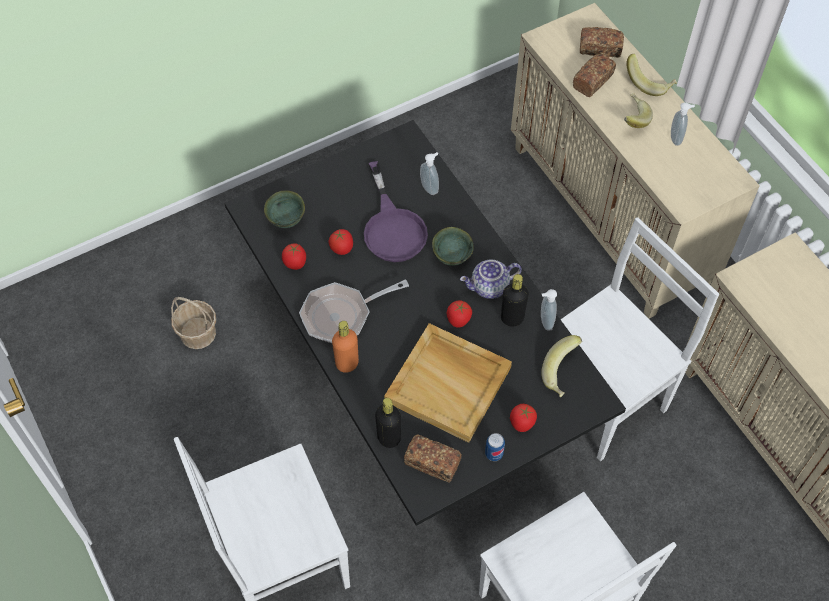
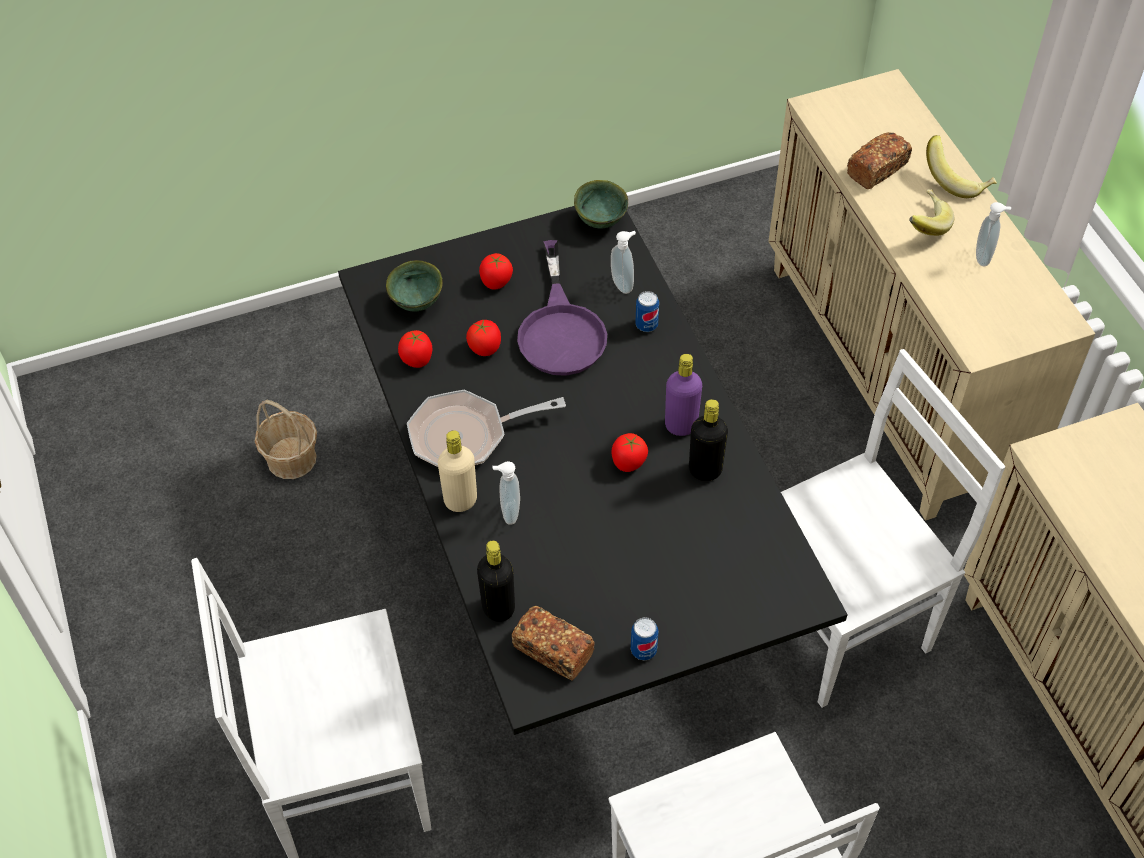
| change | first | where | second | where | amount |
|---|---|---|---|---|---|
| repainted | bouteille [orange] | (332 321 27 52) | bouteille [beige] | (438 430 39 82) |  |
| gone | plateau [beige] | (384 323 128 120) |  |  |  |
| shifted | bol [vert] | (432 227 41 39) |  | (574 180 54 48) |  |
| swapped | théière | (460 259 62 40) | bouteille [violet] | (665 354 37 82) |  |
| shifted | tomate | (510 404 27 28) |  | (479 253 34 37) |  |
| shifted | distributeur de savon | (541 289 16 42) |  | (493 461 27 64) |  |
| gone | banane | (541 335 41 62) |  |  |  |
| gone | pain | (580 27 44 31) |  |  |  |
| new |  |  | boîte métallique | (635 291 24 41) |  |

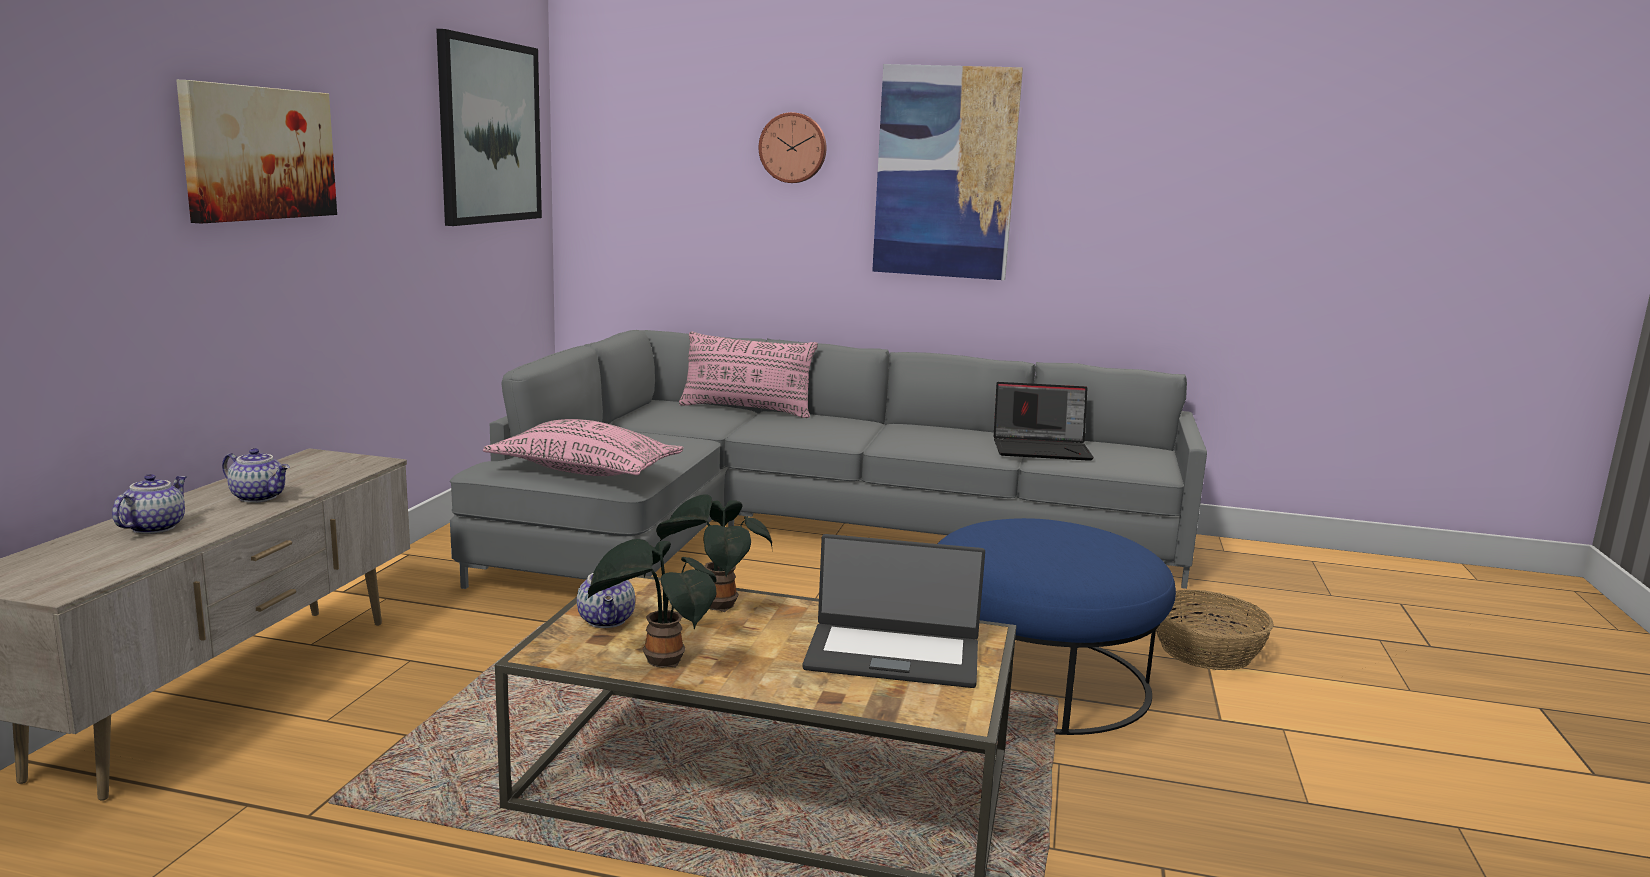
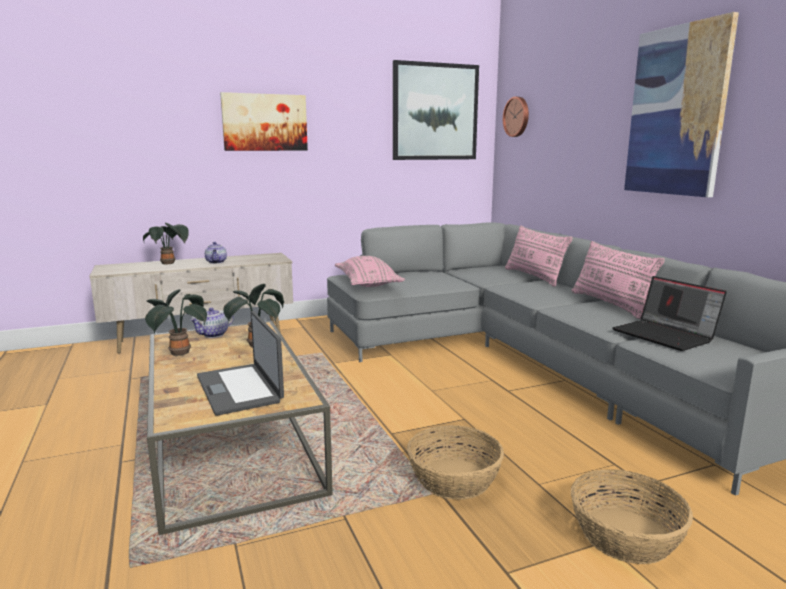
| change | first | where | second | where | amount |
|---|---|---|---|---|---|
| swapped | théière | (112 474 75 60) | plante en pot | (143 223 46 41) |  |
| shifted | horloge murale | (759 112 67 71) |  | (503 97 26 40) |  |
| swapped | pouf [bleu] | (937 518 239 217) | panier | (407 425 97 75) |  |
| new |  |  | coussin [rose] | (572 241 93 78) |  |

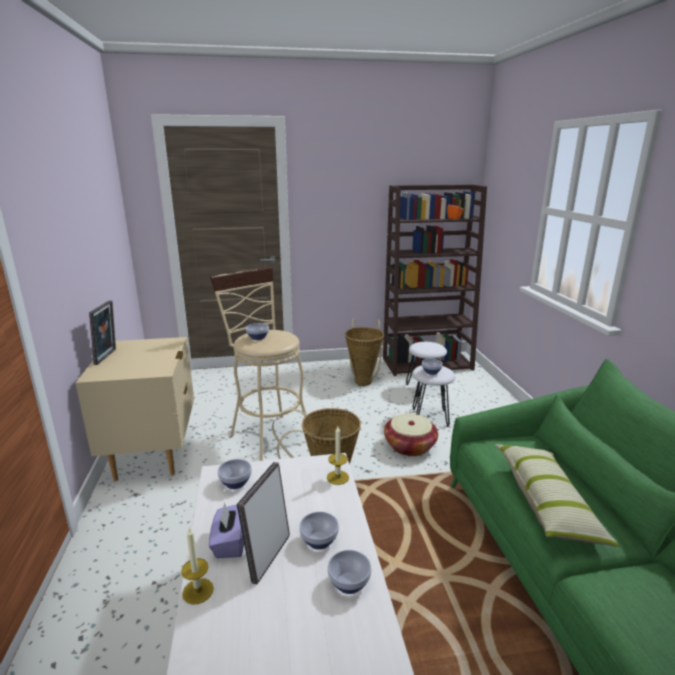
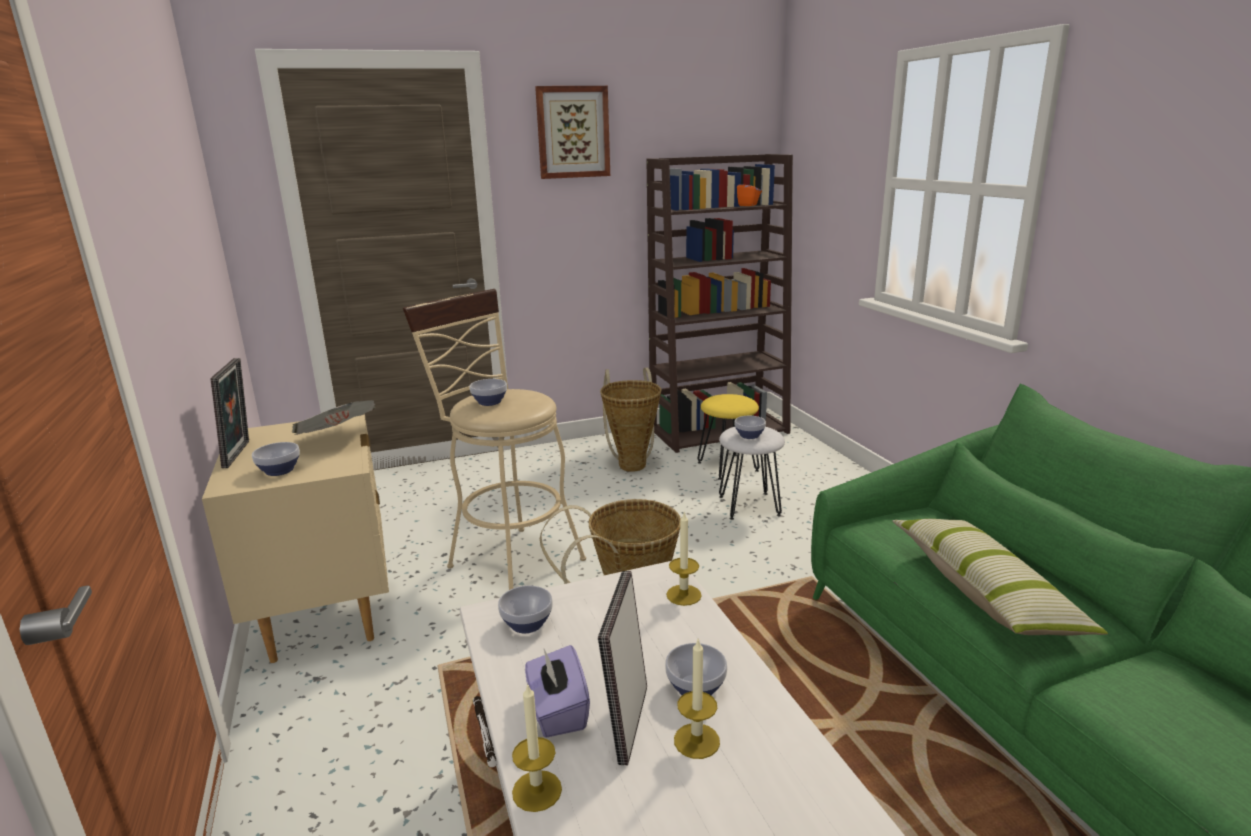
| change | first | where | second | where | amount |
|---|---|---|---|---|---|
| shifted | bol | (328 550 43 44) |  | (252 442 48 34) |  |
| gone | panier | (384 414 54 42) |  |  |  |
| repainted | tabouret [blanc] | (406 342 41 55) | tabouret [jaune] | (697 394 63 86) |  |
| new |  |  | journal | (292 400 83 35) |  |
| new |  |  | tableau | (535 86 75 93) |  |
| new |  |  | bougie | (674 640 46 119) |  |

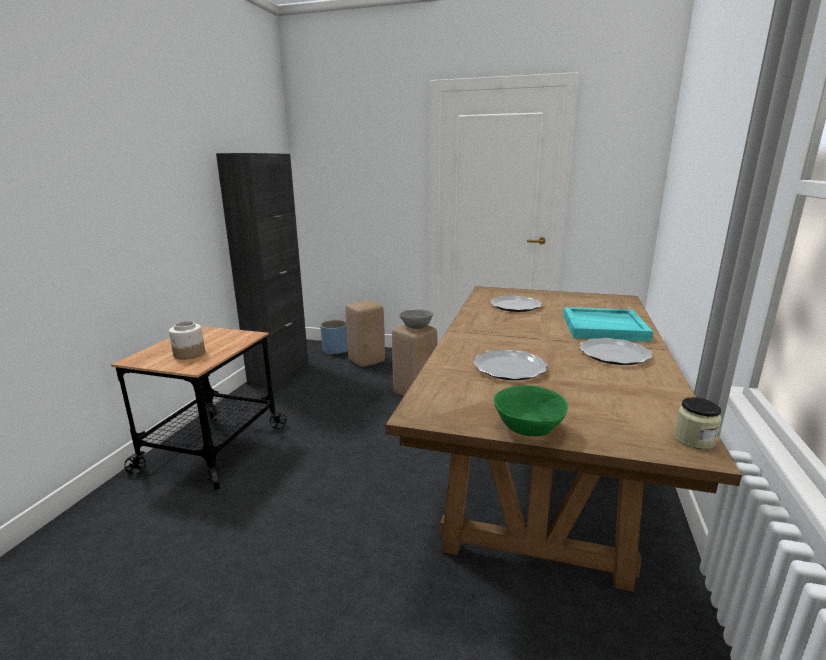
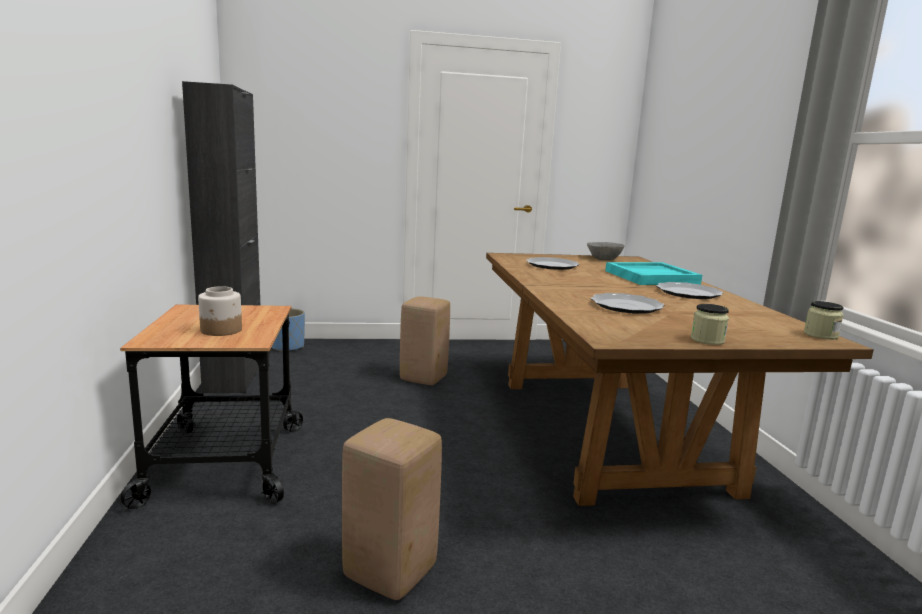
| change | first | where | second | where | amount |
|---|---|---|---|---|---|
| shifted | tabouret [beige] | (346 300 39 67) |  | (342 418 100 182) |  |
| shifted | bol [gris] | (399 309 34 20) |  | (587 242 38 19) |  |
| swapped | bol [vert] | (494 385 74 51) | bocal | (691 304 38 41) |  |

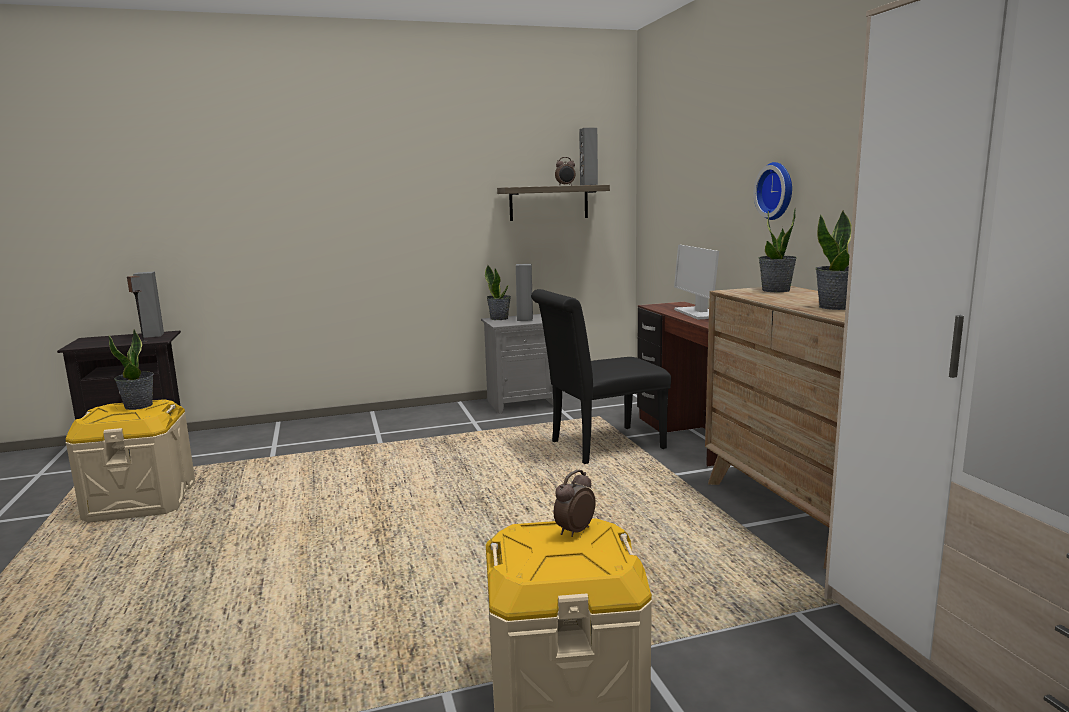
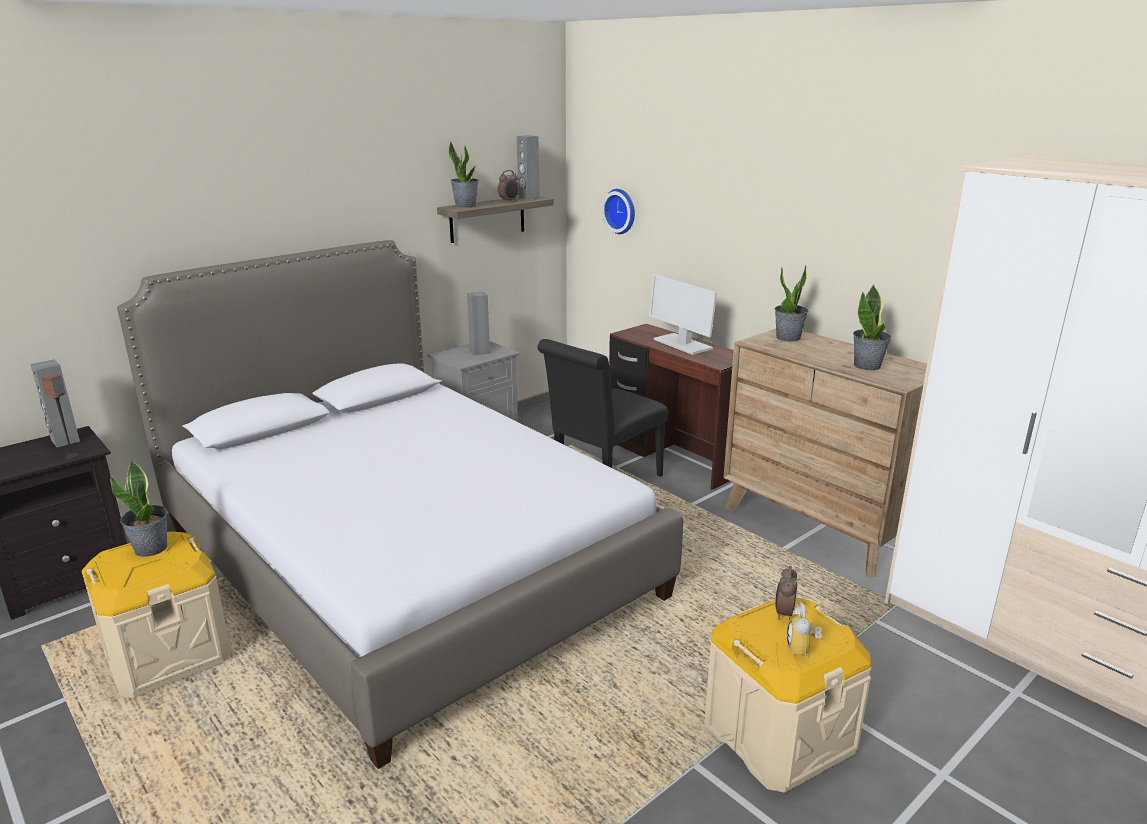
| change | first | where | second | where | amount |
|---|---|---|---|---|---|
| shifted | plante en pot | (485 265 26 55) |  | (448 141 31 67) |  |
| shifted | horloge murale | (754 162 38 58) |  | (602 189 33 45) |  |
| new |  |  | lit | (117 240 566 529) |  |
| new |  |  | réveil | (787 602 35 56) |  |

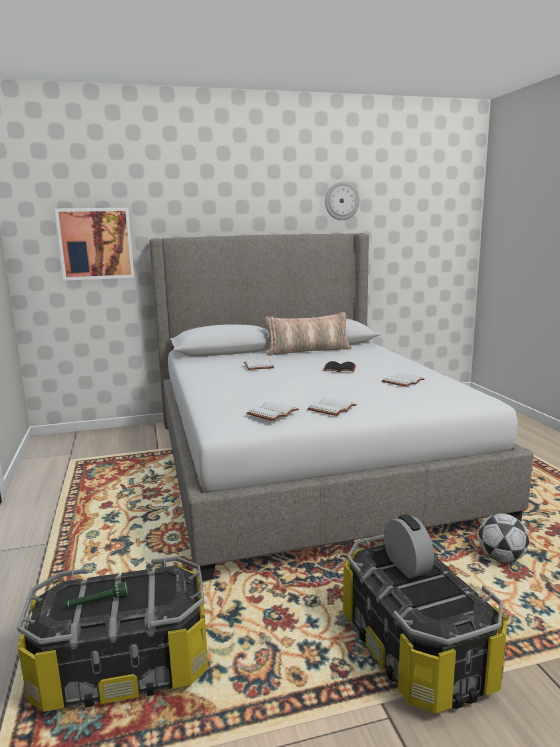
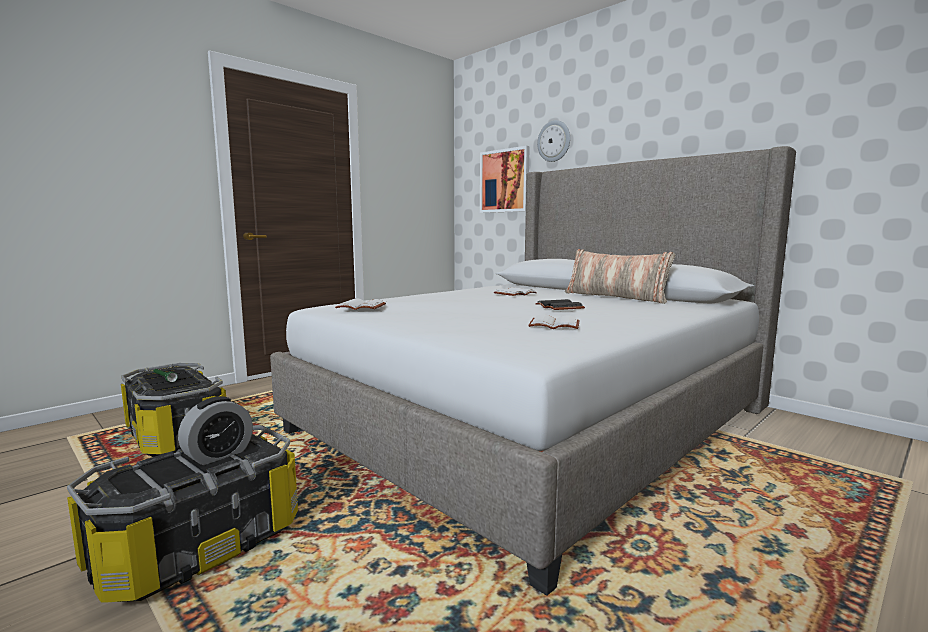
| change | first | where | second | where | amount |
|---|---|---|---|---|---|
| gone | livre [blanc] | (307 397 50 19) |  |  |  |
| shifted | horloge murale | (325 182 35 38) |  | (537 120 33 42) |  |
| gone | ballon de foot | (478 513 51 49) |  |  |  |

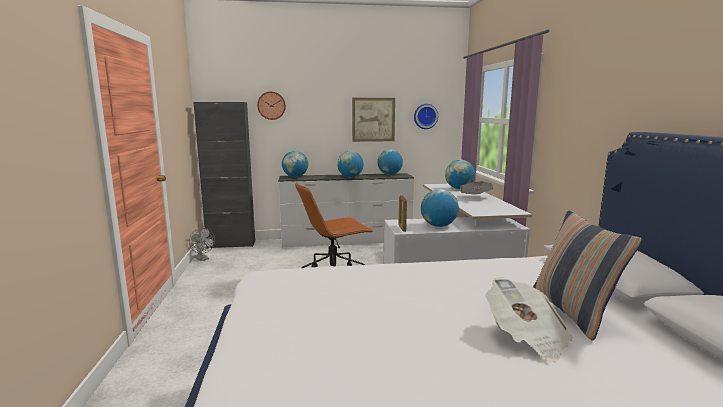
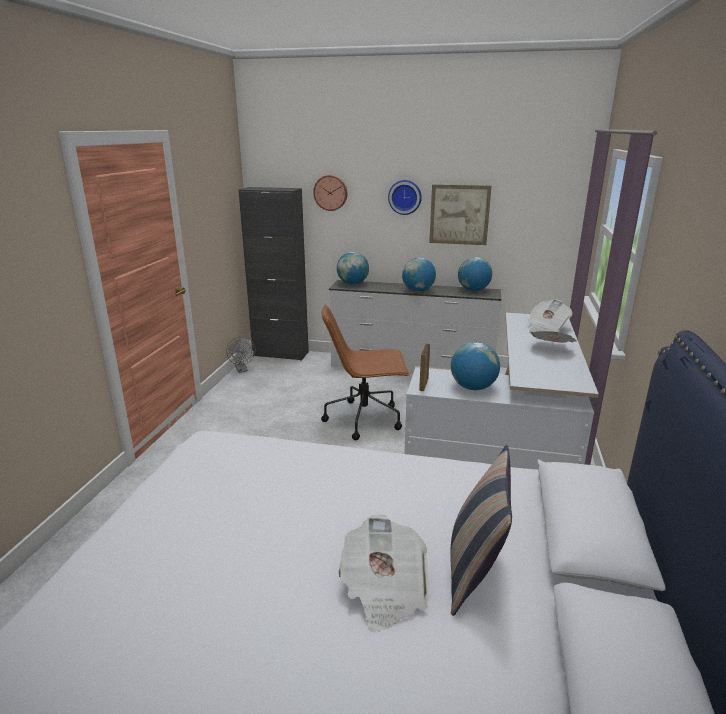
| change | first | where | second | where | amount |
|---|---|---|---|---|---|
| shifted | horloge murale | (414 104 24 25) |  | (388 180 34 35) |  |
| swapped | globe | (445 160 30 29) | journal | (529 299 43 33) |  |

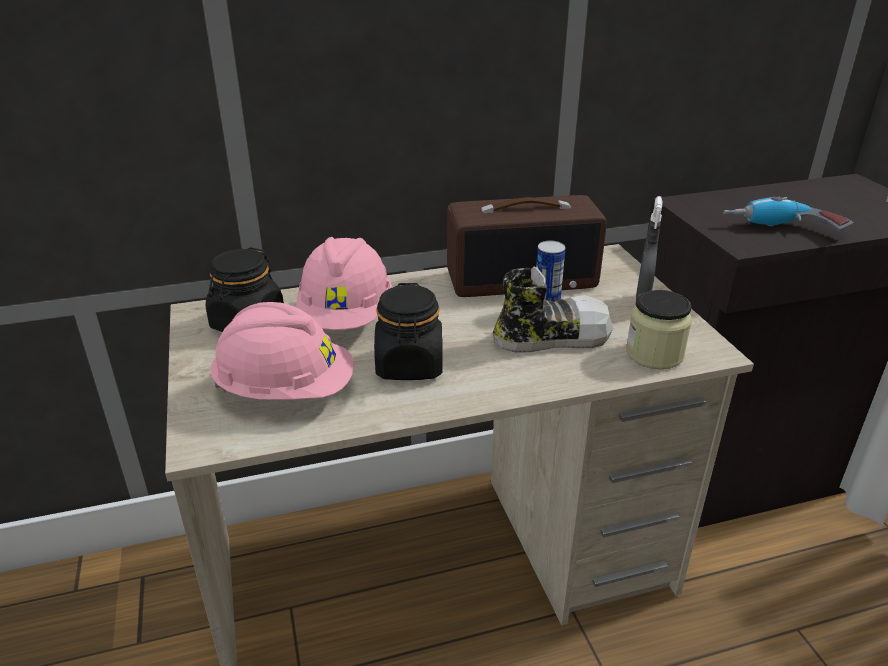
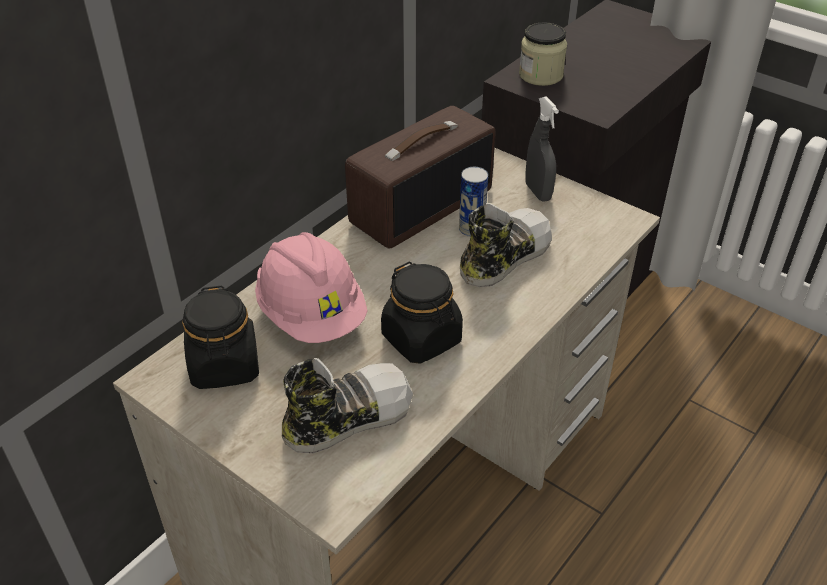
| change | first | where | second | where | amount |
|---|---|---|---|---|---|
| swapped | casque de chantier [rose] | (210 302 144 98) | chaussure | (282 358 131 95) |  |
| shifted | bocal | (626 290 66 79) |  | (519 22 48 64) |  |
| gone | perceuse | (723 196 131 36) |  |  |  |

